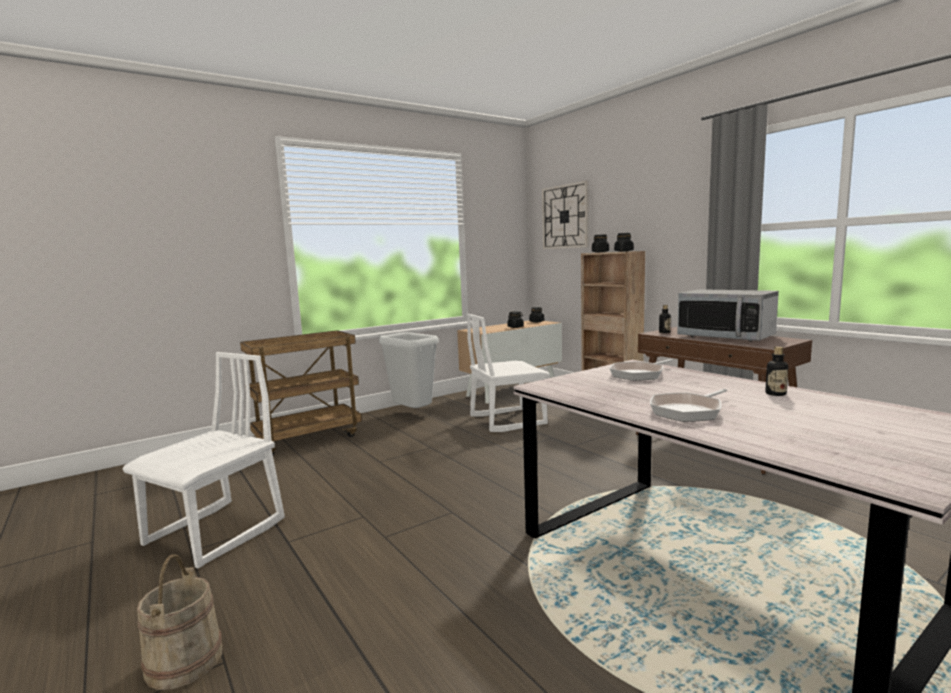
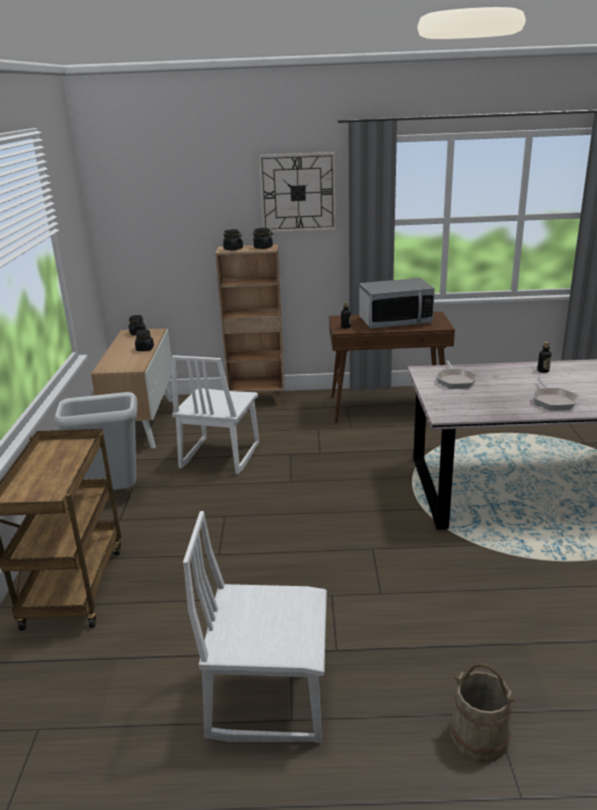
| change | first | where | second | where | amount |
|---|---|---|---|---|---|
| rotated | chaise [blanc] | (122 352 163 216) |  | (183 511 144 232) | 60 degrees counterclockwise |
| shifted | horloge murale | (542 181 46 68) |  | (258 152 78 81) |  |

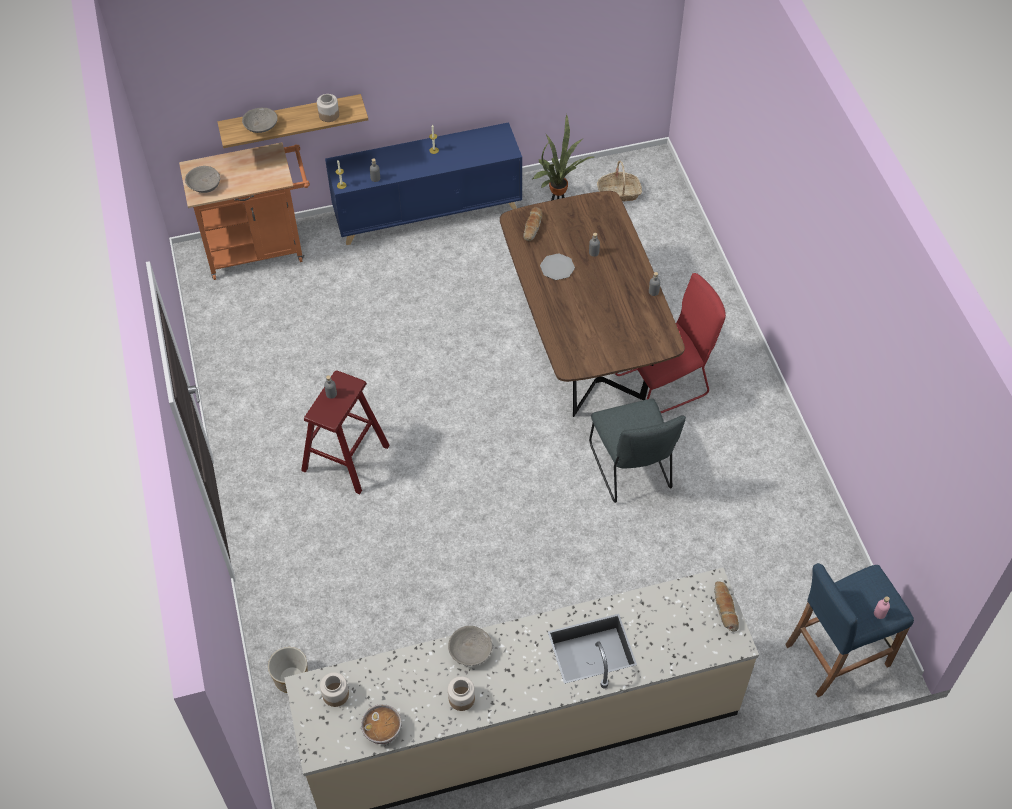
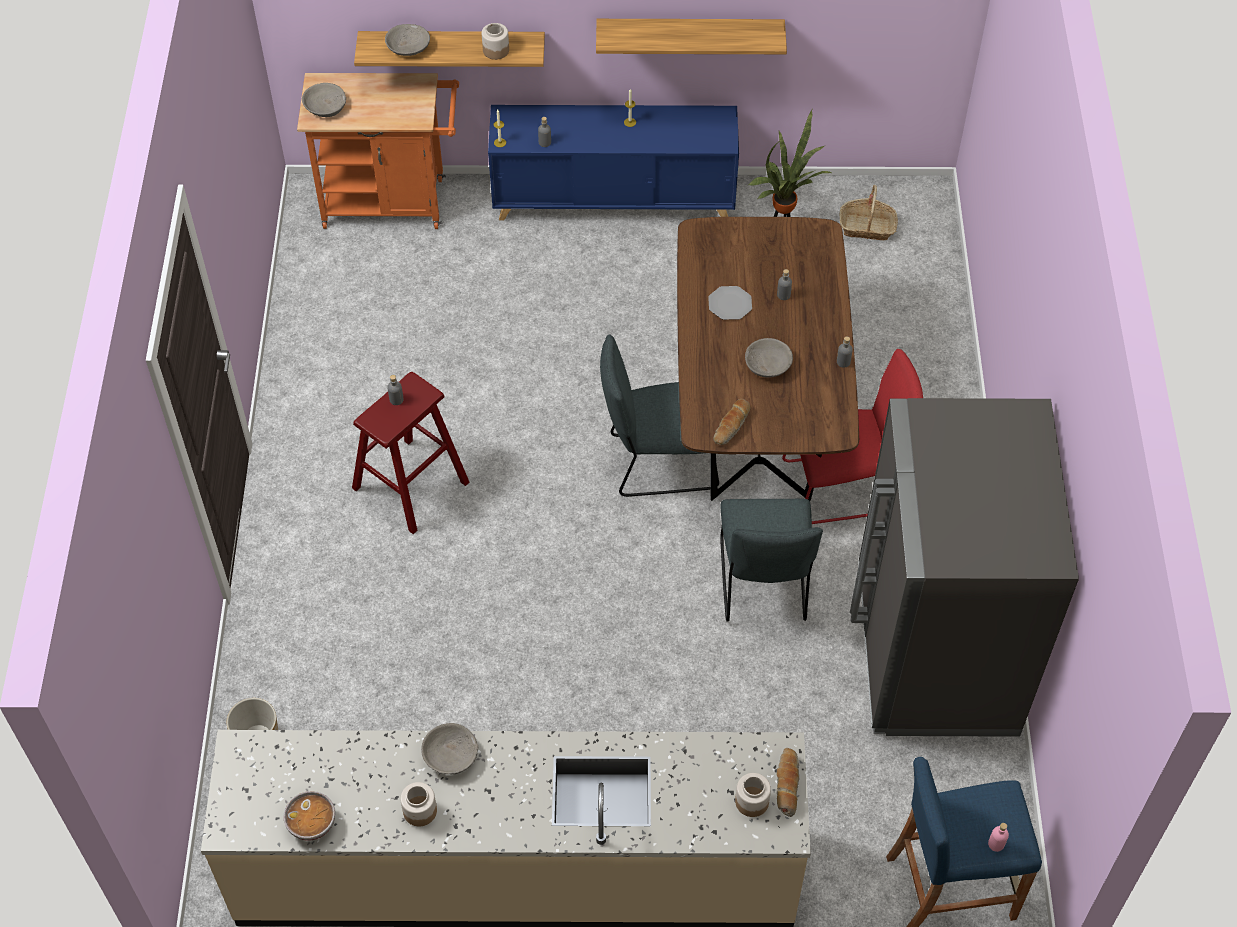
| change | first | where | second | where | amount |
|---|---|---|---|---|---|
| shifted | bocal | (320 672 29 35) |  | (735 773 36 44) |  |
| shifted | pain | (523 207 19 34) |  | (713 399 38 46) |  |
| new |  |  | étagère | (596 19 191 35) |  |
| new |  |  | chaise [gris] | (600 334 119 163) |  |
| new |  |  | bol [gris] | (745 338 48 40) |  |
| new |  |  | réfrigérateur [gris] | (850 398 229 339) |  |

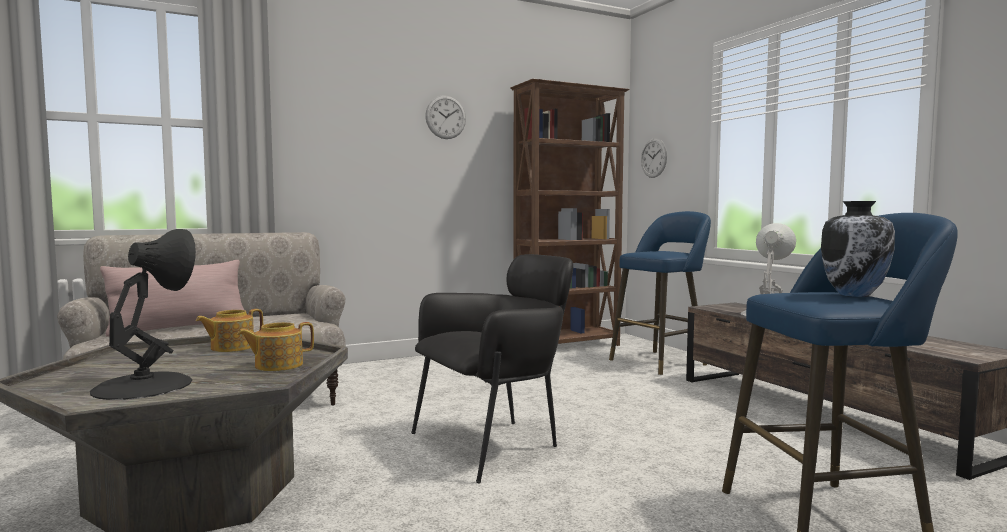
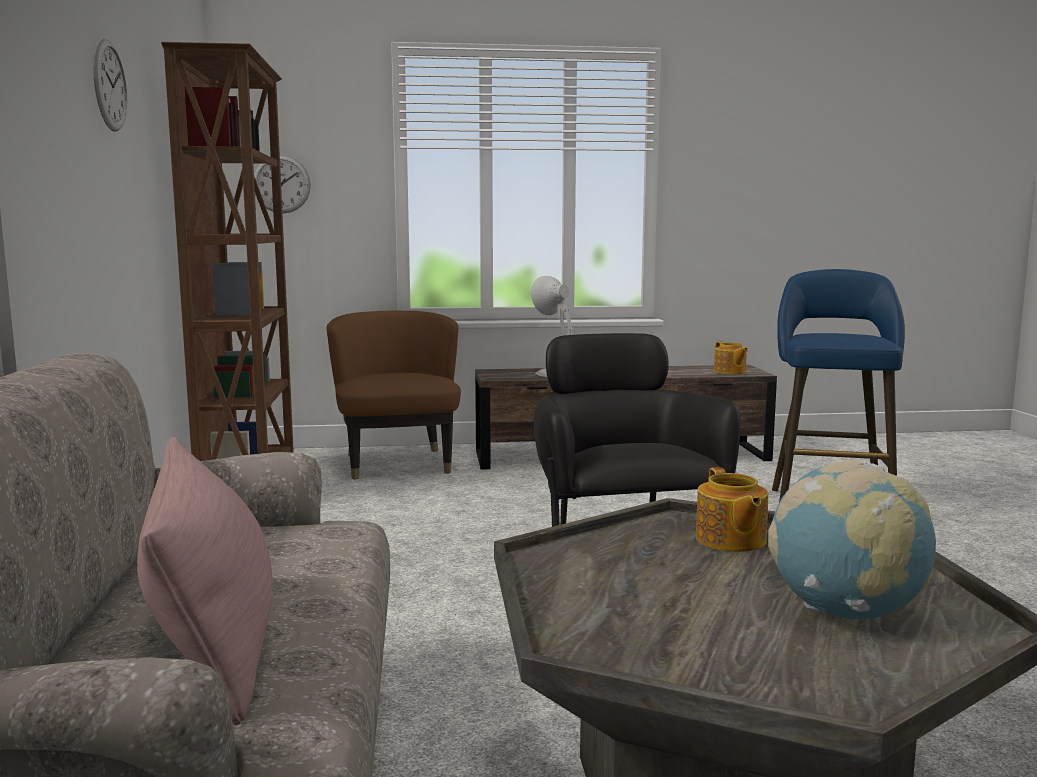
| change | first | where | second | where | amount |
|---|---|---|---|---|---|
| swapped | lampe de table [noir] | (90 229 106 171) | globe | (768 460 168 159) |  |
| shifted | théière | (196 309 67 43) |  | (714 341 34 33) |  |
| swapped | tabouret [bleu] | (609 211 102 164) | fauteuil [marron] | (327 311 134 169) |  |
| gone | vase | (821 201 74 96) |  |  |  |

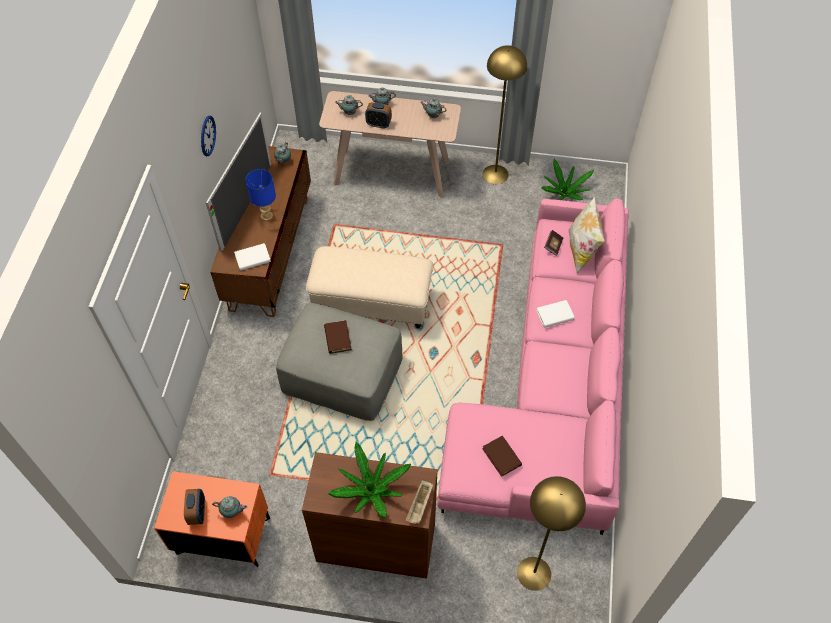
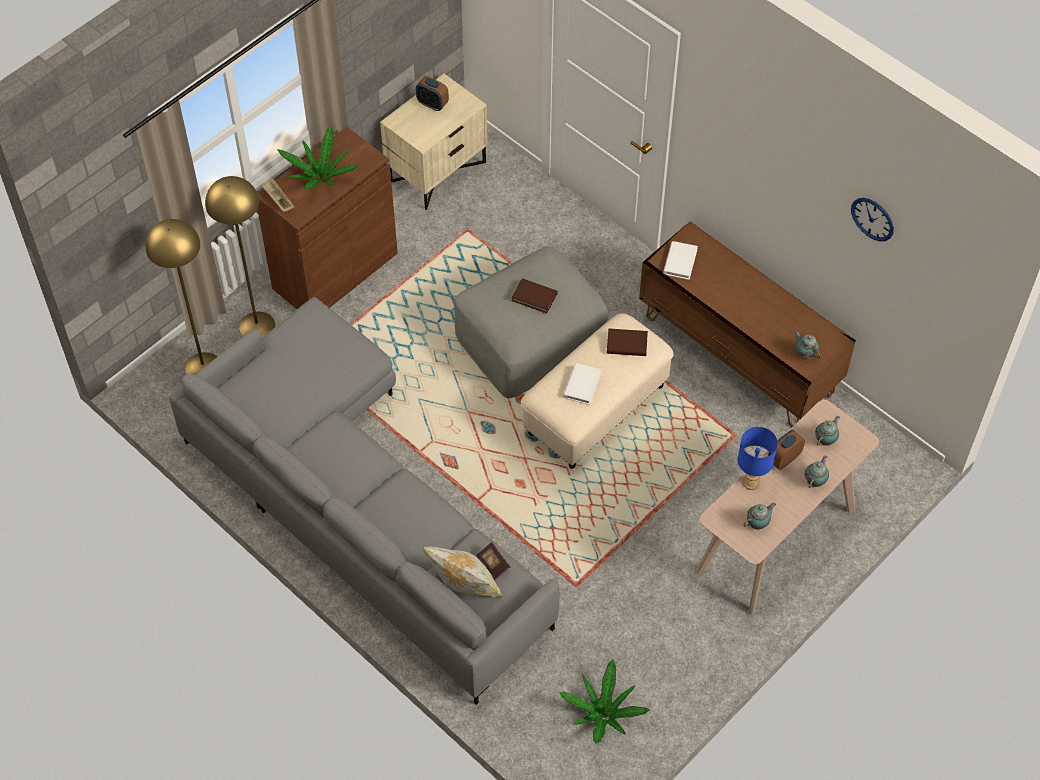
| change | first | where | second | where | amount |
|---|---|---|---|---|---|
| repainted | table de chevet [orange] | (154 471 116 96) | table de chevet [beige] | (380 74 107 136) |  |
| shifted | horloge murale | (201 116 15 40) |  | (851 198 43 44) |  |
| gone | téléviseur | (206 112 65 140) |  |  |  |
| gone | théière | (212 496 35 22) |  |  |  |
| shifted | lampe de table [bleu] | (246 169 30 52) |  | (738 427 40 63) |  |
| repainted | canapé [rose] | (437 198 192 337) | canapé [gris] | (169 297 391 408) |  |
| shifted | livre [marron] | (482 436 40 41) |  | (607 328 41 28) |  |
| shifted | lampadaire [jaune] | (483 45 44 139) |  | (205 176 70 162) |  |
| shifted | livre [blanc] | (536 300 39 28) |  | (563 363 38 42) |  |

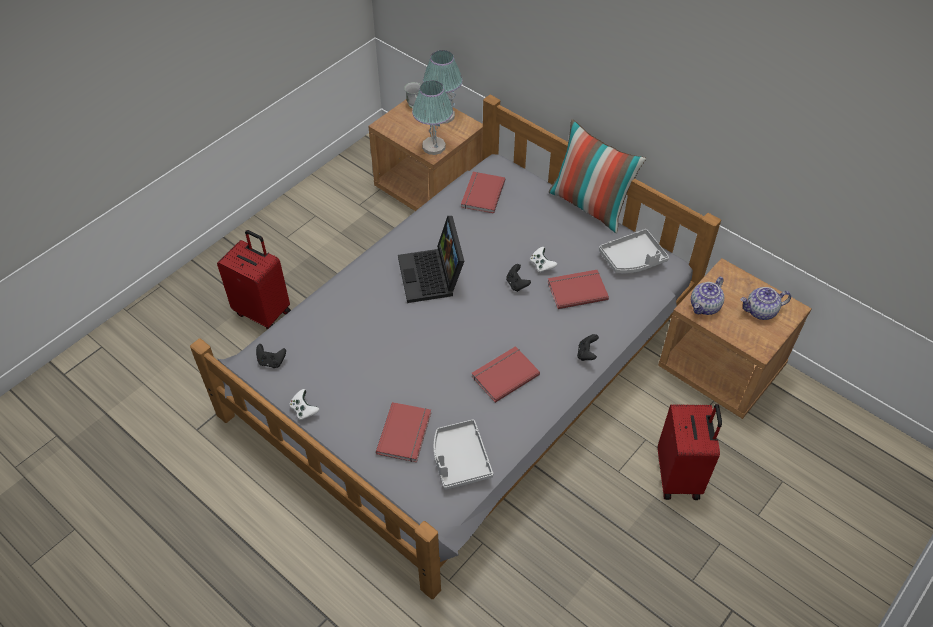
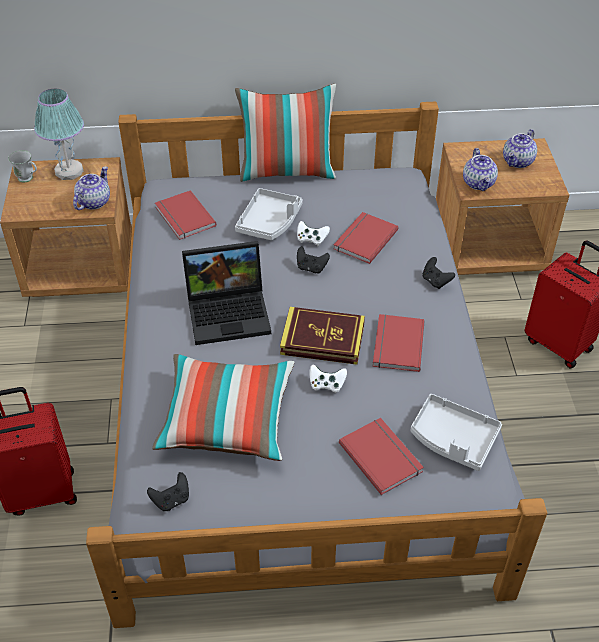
| change | first | where | second | where | amount |
|---|---|---|---|---|---|
| shifted | manette [blanc] | (290 389 29 31) |  | (310 365 37 28) |  |
| rotated | ordinateur portable | (398 216 66 87) |  | (182 241 89 104) | 45 degrees counterclockwise |
| swapped | lampe de table | (412 81 41 74) | théière | (73 166 37 44) |  |
| shifted | plateau [gris] | (599 229 70 44) |  | (235 188 68 52) |  |
| new |  |  | coussin | (152 354 143 107) |  |
| new |  |  | livre | (280 307 85 58) |  |

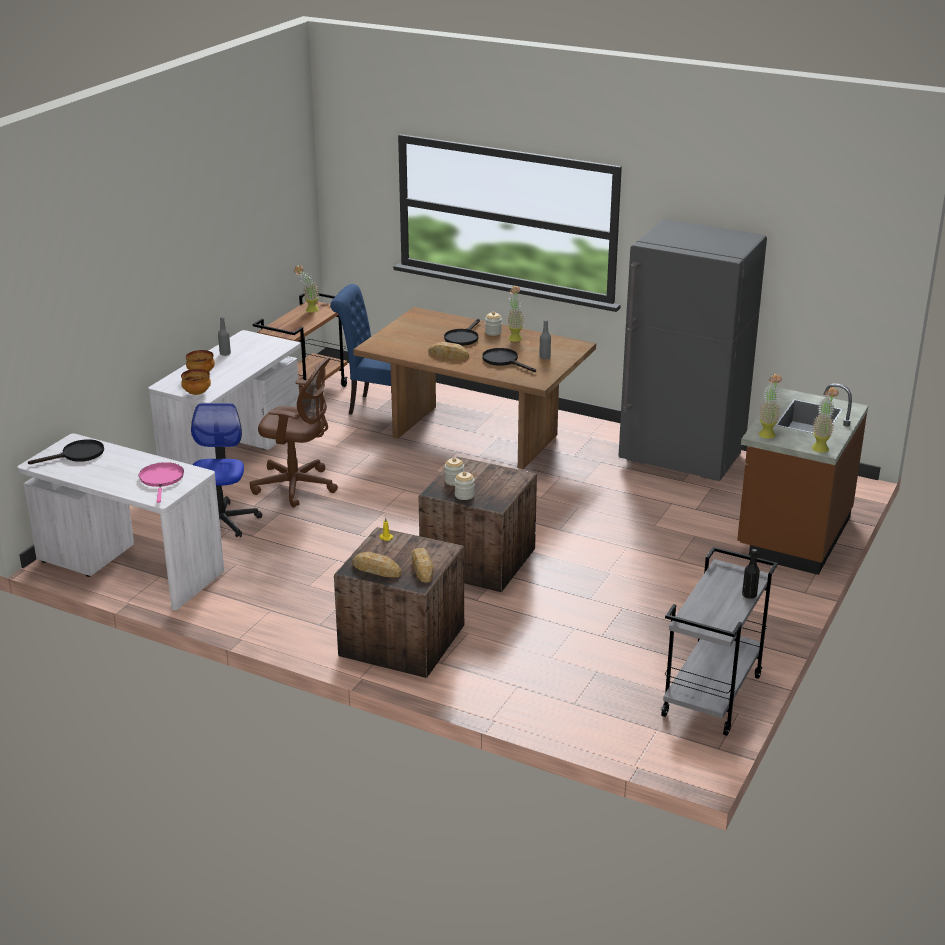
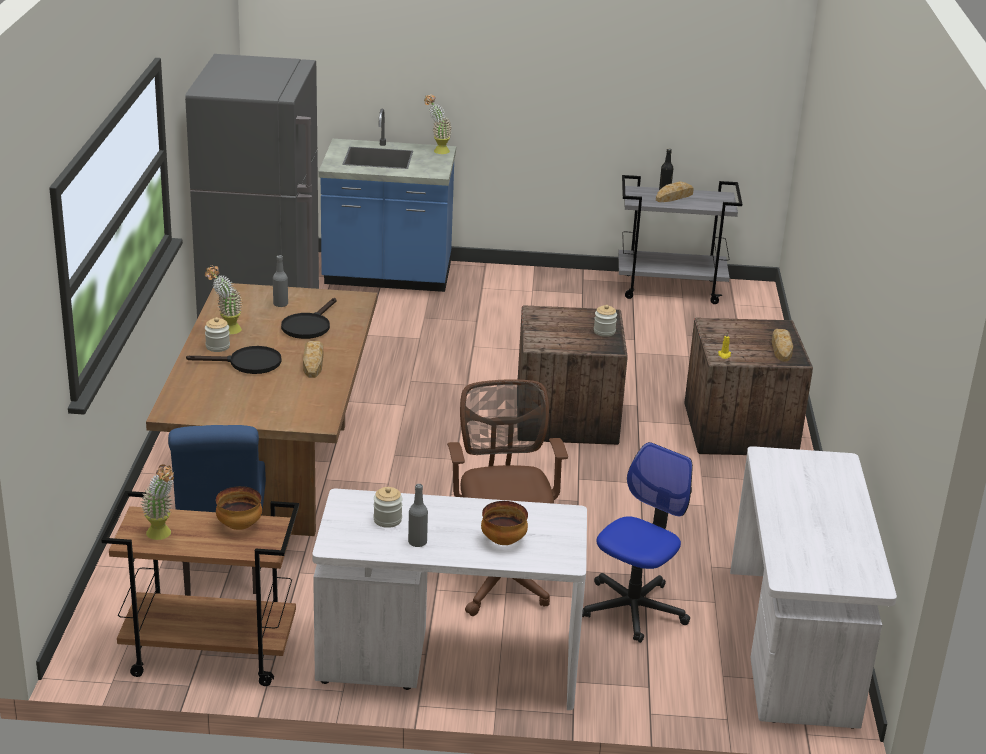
| change | first | where | second | where | amount |
|---|---|---|---|---|---|
| gone | poêle [noir] | (28 439 76 25) |  |  |  |
| gone | poêle [rose] | (139 462 45 41) |  |  |  |
| shifted | bol | (181 369 30 26) |  | (216 486 46 44) |  |
| rotated | chaise de bureau | (191 403 71 134) |  | (582 442 111 201) | 150 degrees clockwise |
| shifted | pain | (412 548 21 35) |  | (656 181 38 21) |  |
| shifted | bocal | (445 458 19 28) |  | (374 487 29 41) |  |
| repainted | comptoir de cuisine [marron] | (737 384 131 191) | comptoir de cuisine [bleu] | (319 108 137 184) |  |
| gone | plante en pot | (759 373 23 66) |  |  |  |

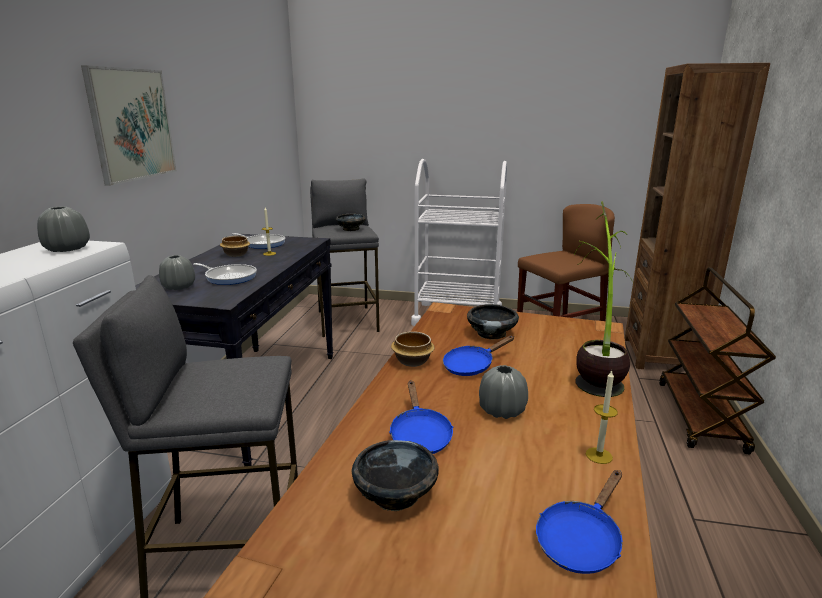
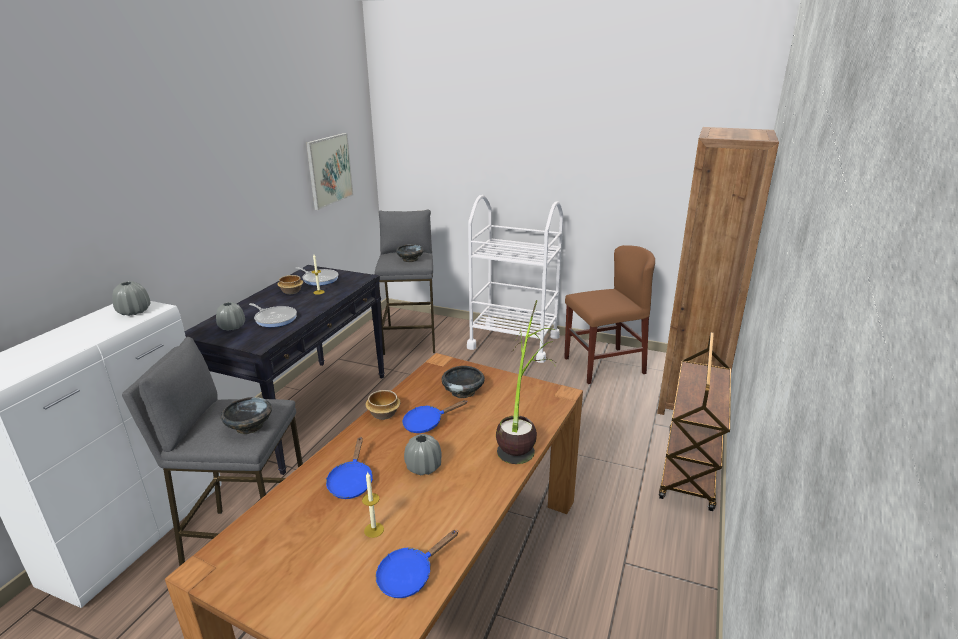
| change | first | where | second | where | amount |
|---|---|---|---|---|---|
| shifted | tableau | (81 65 96 121) |  | (306 133 47 77) |  |
| shifted | bol [noir] | (352 440 87 71) |  | (221 397 51 37) |  |
| shifted | bougie | (586 370 32 94) |  | (362 471 22 67) |  |

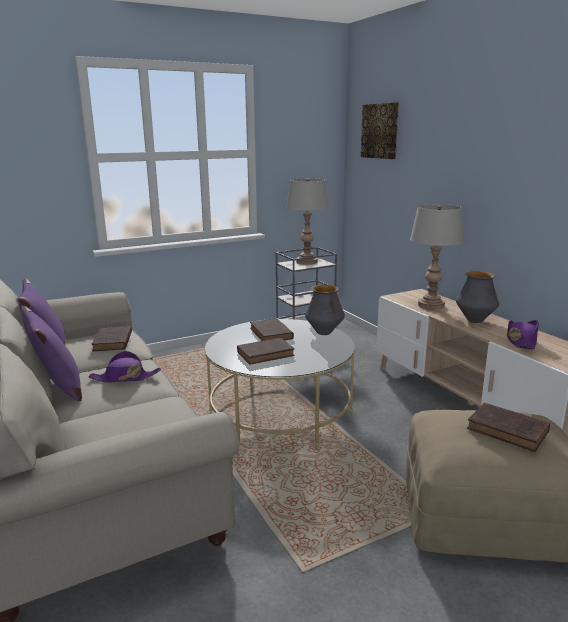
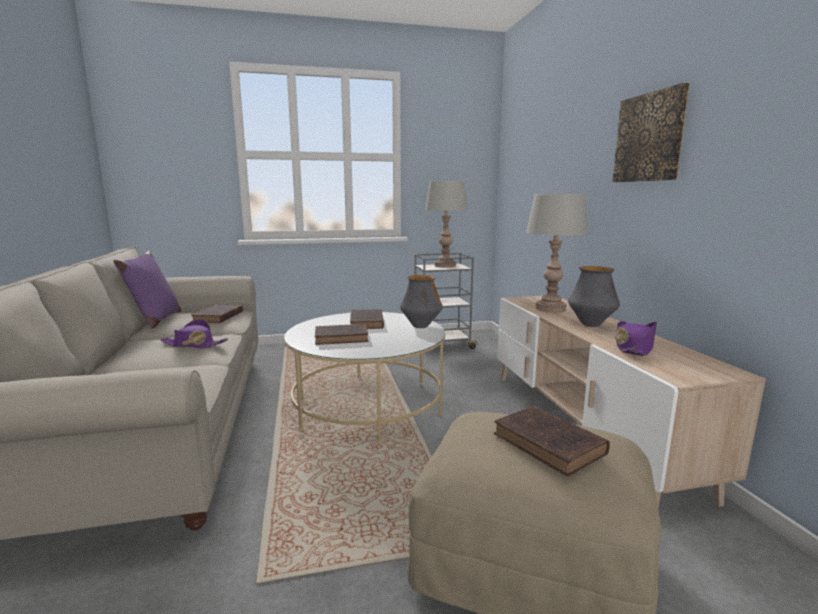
| change | first | where | second | where | amount |
|---|---|---|---|---|---|
| gone | coussin [violet] | (21 306 61 95) |  |  |  |
| shifted | tableau | (361 102 38 57) |  | (612 83 78 99) |  |

